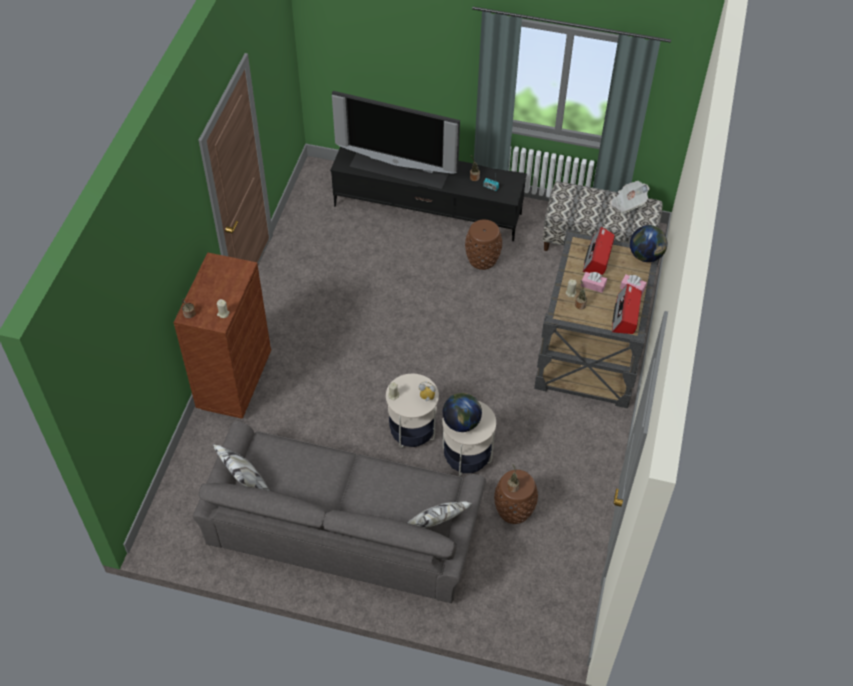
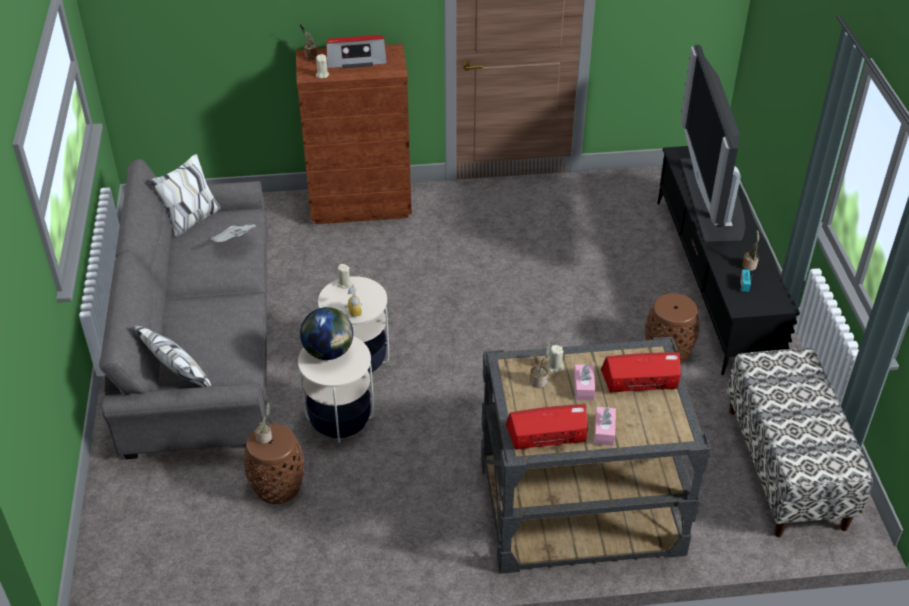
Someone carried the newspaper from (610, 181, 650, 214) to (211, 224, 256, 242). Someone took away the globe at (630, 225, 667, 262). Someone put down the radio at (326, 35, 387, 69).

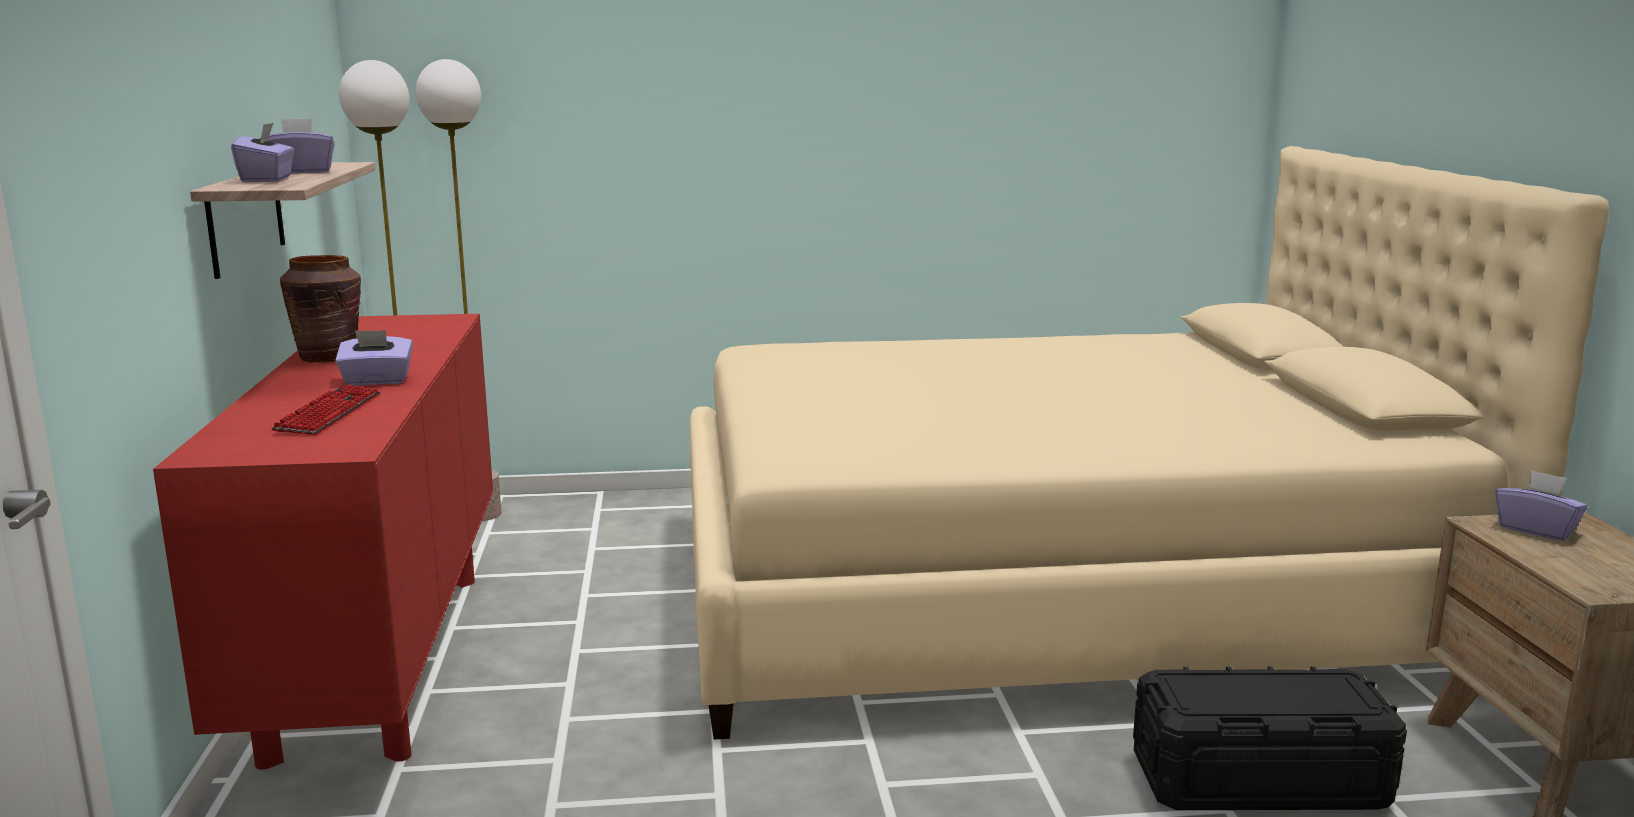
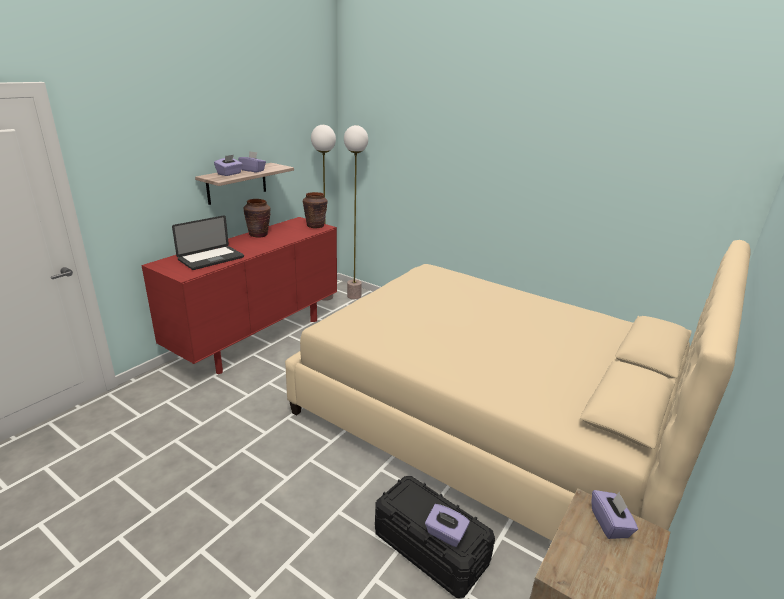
Someone swapped the keyboard at (271, 385, 381, 435) for the laptop at (172, 215, 244, 270). Someone carried the tissue box in purple from (335, 330, 413, 386) to (425, 504, 470, 547). Someone put down the vase in brown at (303, 192, 328, 228).

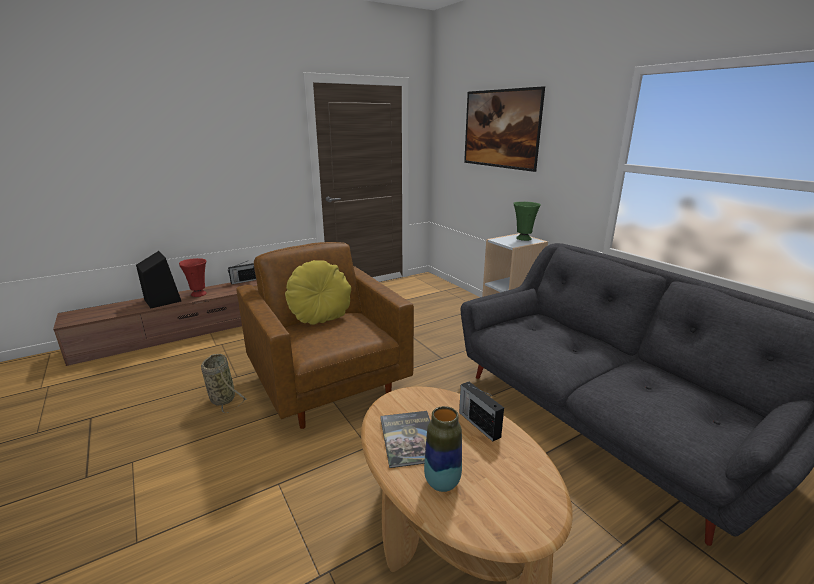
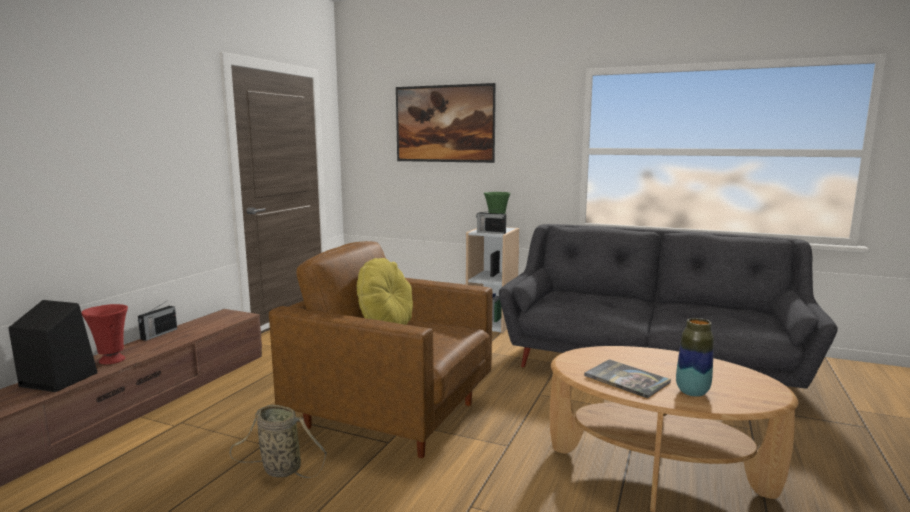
Someone carried the radio from (459, 382, 504, 441) to (476, 208, 506, 234).

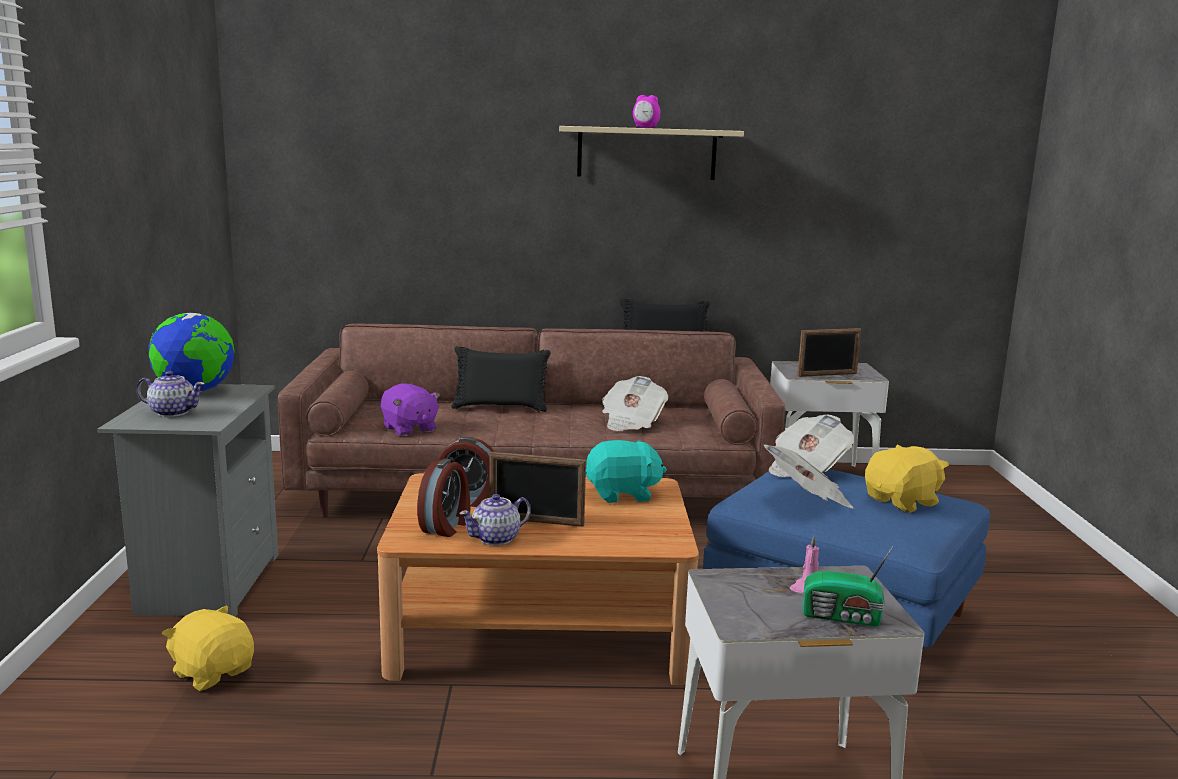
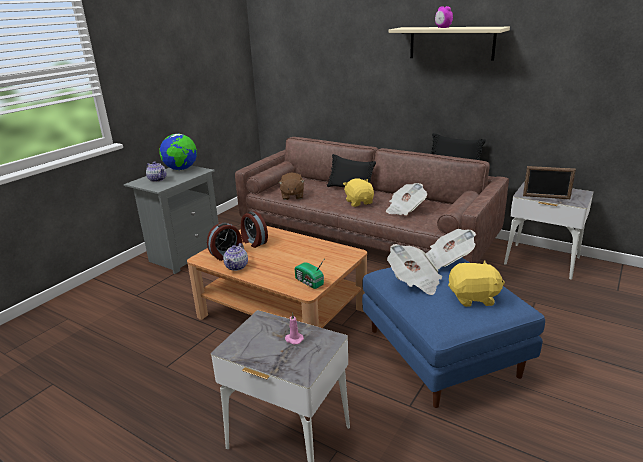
Someone carried the plush toy in yellow from (162, 605, 254, 691) to (343, 178, 374, 207). Someone repainted the plush toy in purple at (381, 383, 440, 436), which became the plush toy in brown at (278, 173, 305, 200). Someone rotated the teapot at (459, 494, 531, 546) by 75 degrees counterclockwise. Someone took away the picture frame at (489, 452, 586, 527). Someone took away the plush toy in turquoise at (586, 440, 667, 503). Someone carried the radio from (803, 547, 893, 626) to (295, 258, 325, 289).

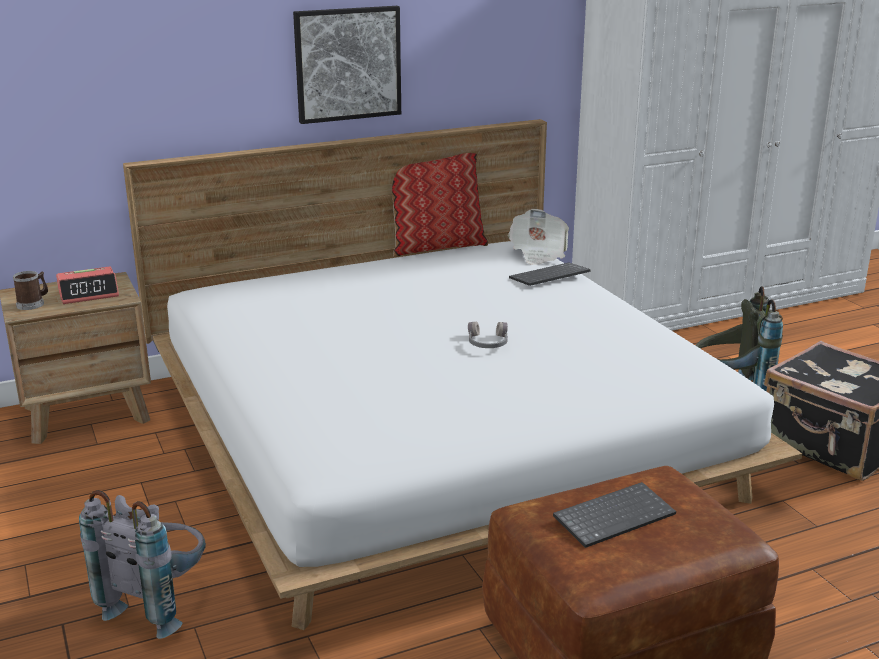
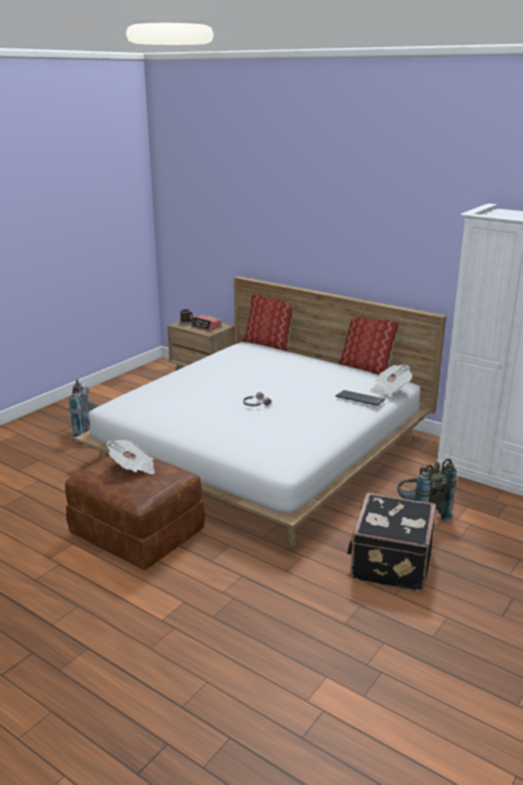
Someone took away the picture at (293, 6, 401, 124). Someone swapped the keyboard at (553, 482, 676, 548) for the newspaper at (107, 440, 155, 474). Someone put down the pillow at (243, 294, 292, 352).

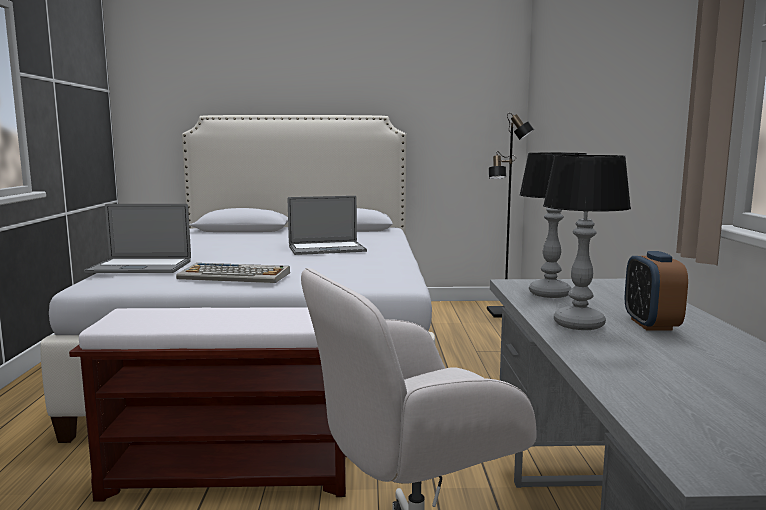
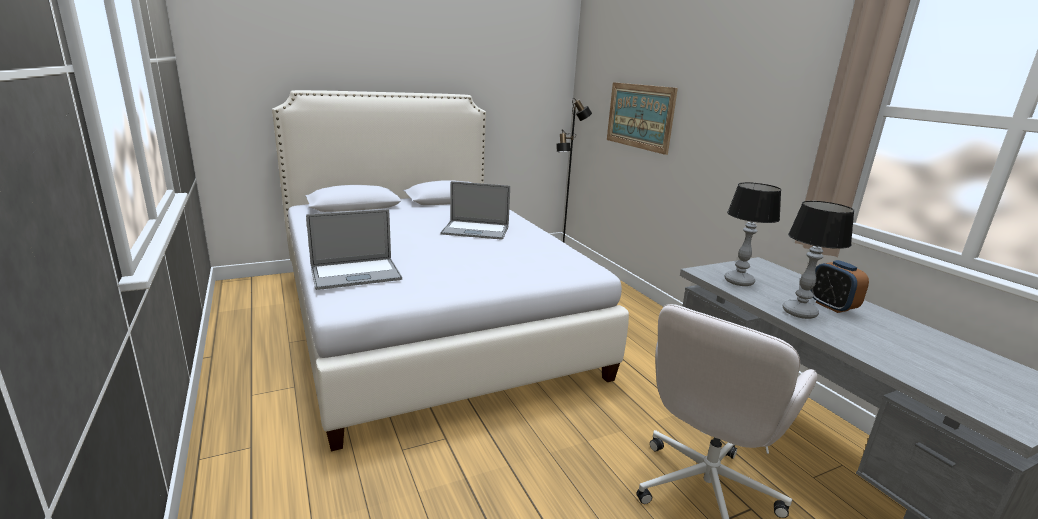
Someone took away the bench in brown at (69, 307, 346, 502). Someone took away the keyboard at (176, 263, 290, 283). Someone rotated the laptop at (288, 196, 367, 255) by 45 degrees clockwise. Someone put up the picture at (607, 82, 678, 155).

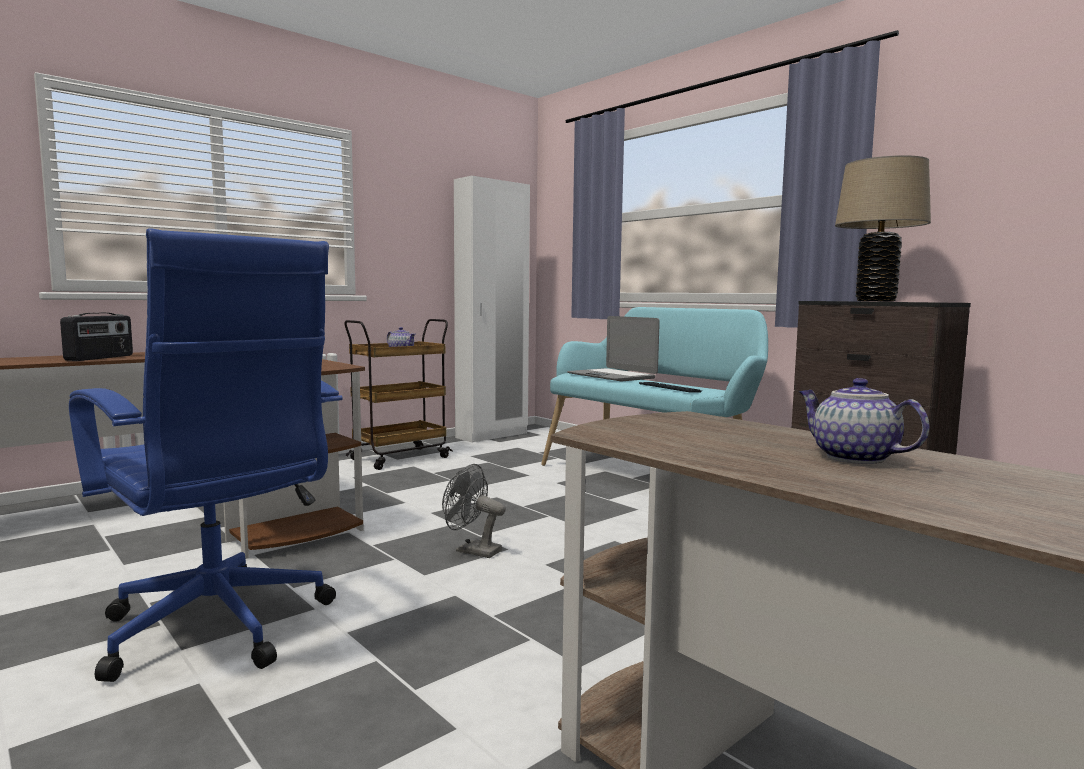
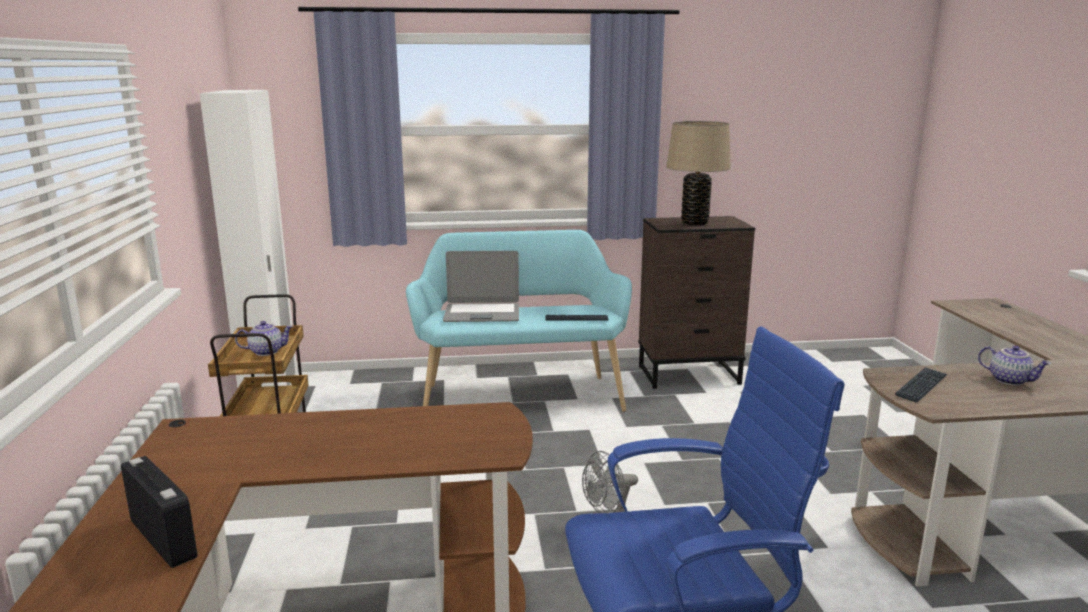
Someone rotated the teapot at (798, 378, 930, 464) by 135 degrees counterclockwise. Someone put down the keyboard at (895, 367, 947, 402).

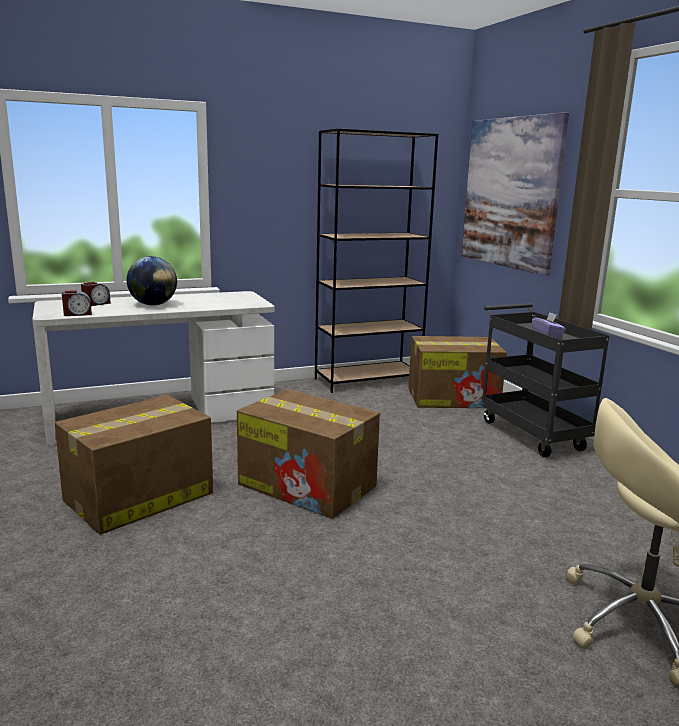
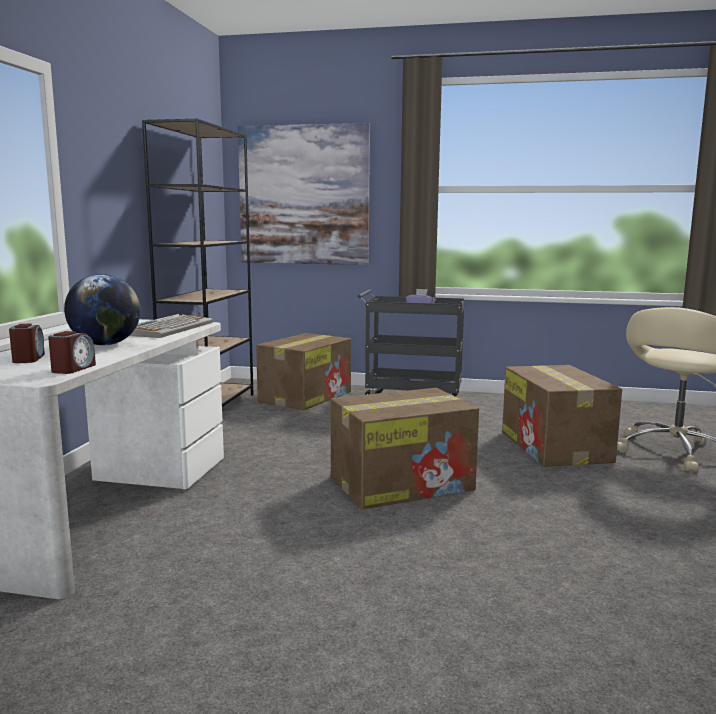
Someone carried the cardboard box from (55, 395, 213, 535) to (502, 365, 622, 467). Someone put down the keyboard at (129, 314, 213, 338).

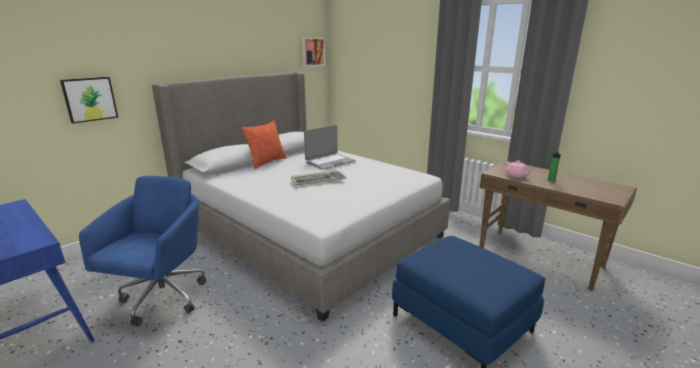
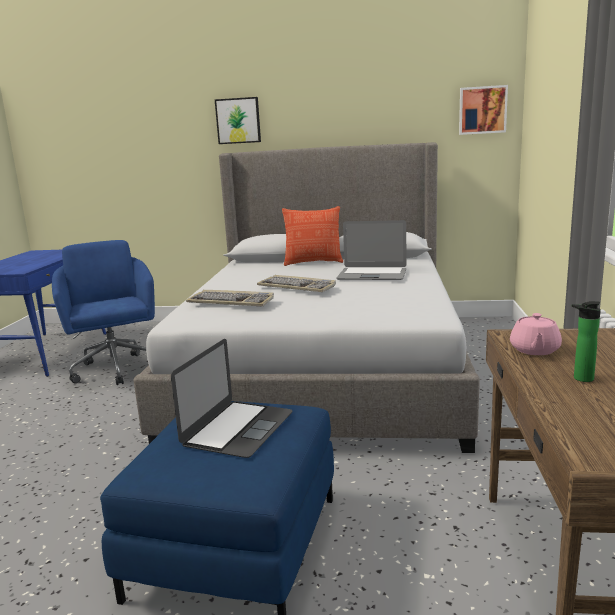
Someone carried the picture from (60, 77, 118, 124) to (215, 97, 261, 144). Someone rotated the office chair in blue at (79, 176, 206, 326) by 90 degrees counterclockwise. Someone put down the laptop at (171, 339, 292, 458). Someone put down the keyboard at (186, 290, 274, 306).

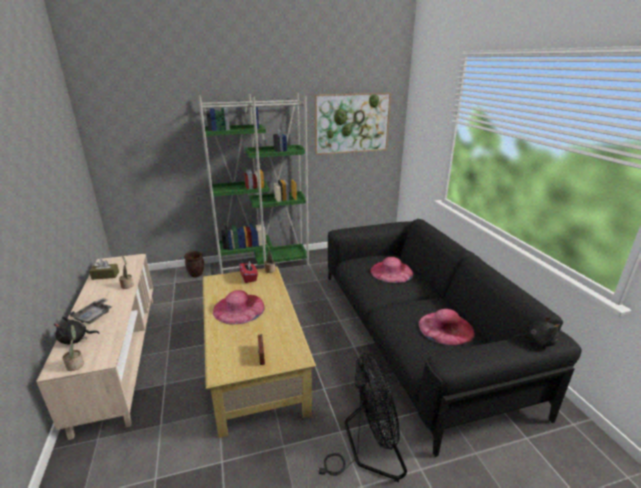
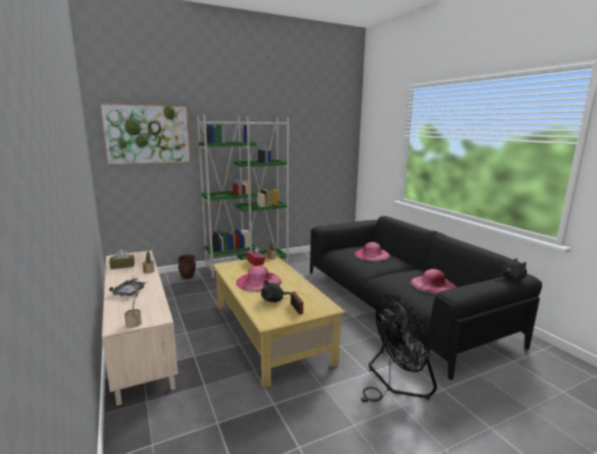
Someone carried the plush toy in black from (54, 317, 100, 344) to (261, 280, 291, 302). Someone carried the picture from (315, 93, 391, 155) to (100, 103, 191, 165).

